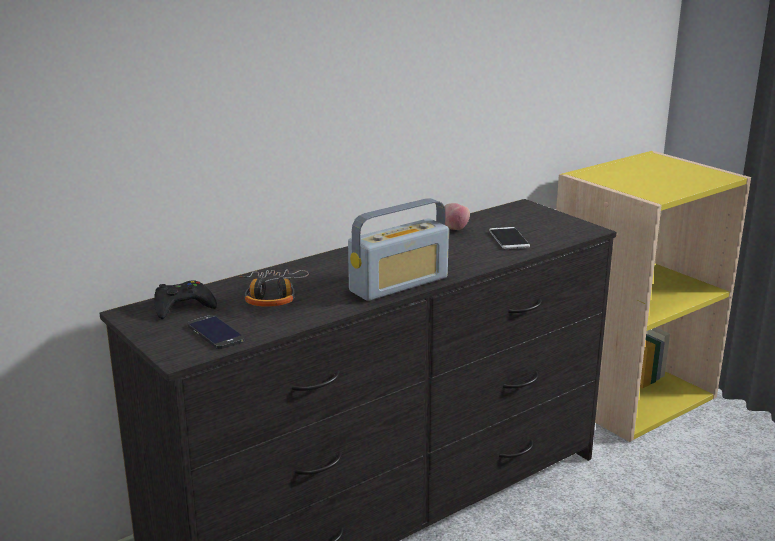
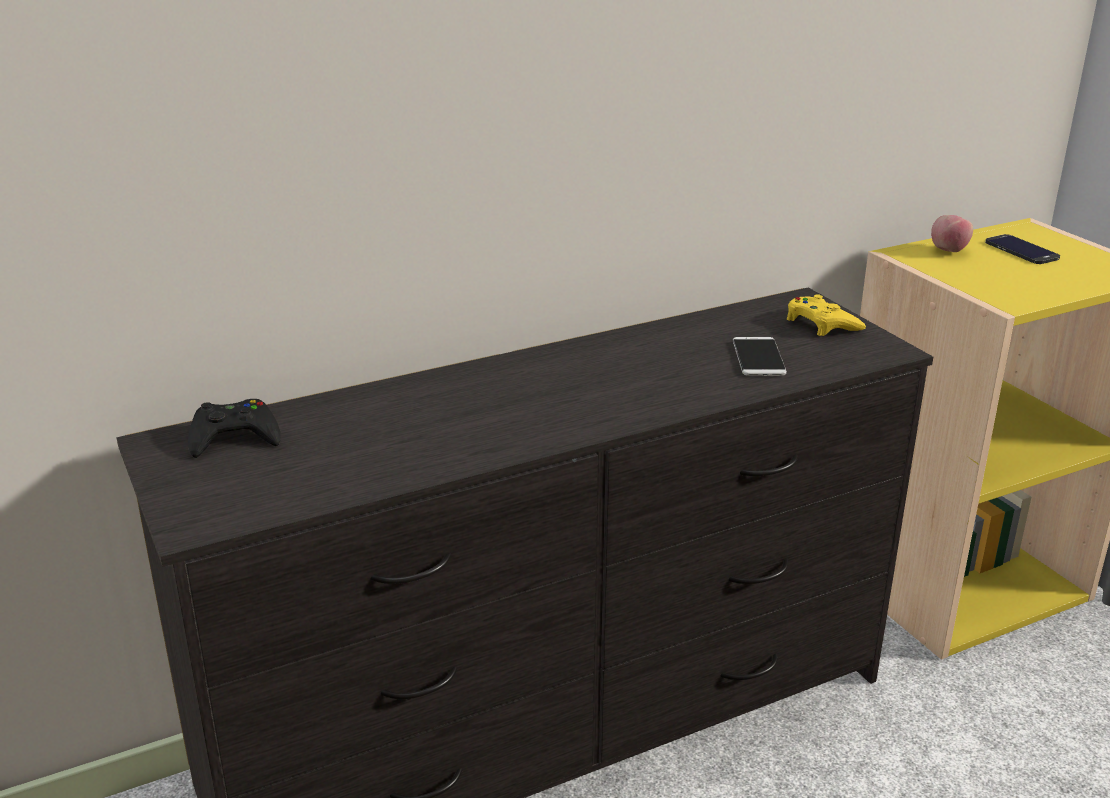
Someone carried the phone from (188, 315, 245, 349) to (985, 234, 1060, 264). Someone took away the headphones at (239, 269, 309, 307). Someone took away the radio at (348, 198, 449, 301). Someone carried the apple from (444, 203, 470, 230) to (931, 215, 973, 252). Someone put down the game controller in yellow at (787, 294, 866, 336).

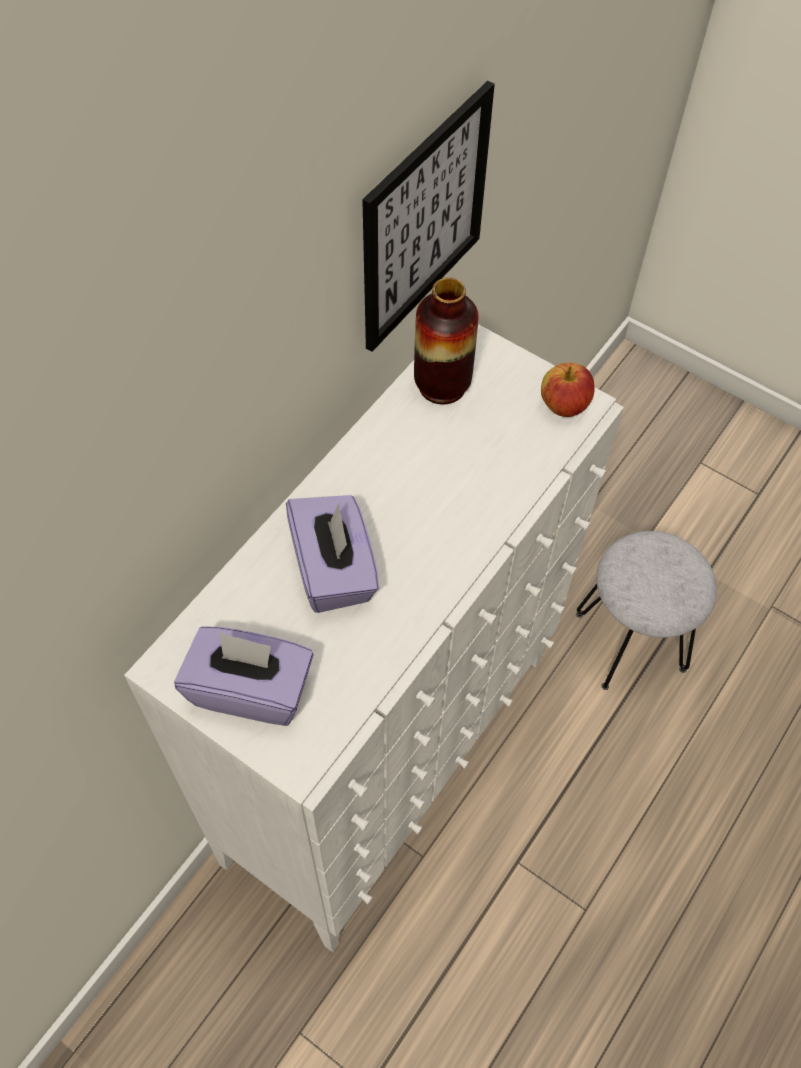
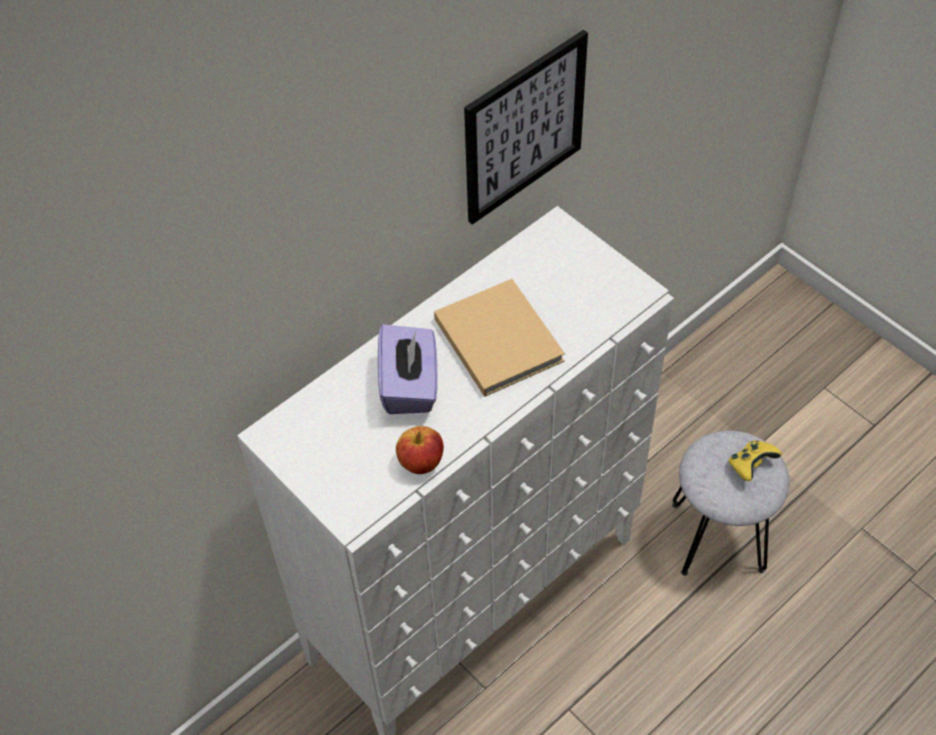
Someone took away the tissue box in purple at (174, 626, 313, 726). Someone took away the vase at (414, 277, 479, 405). Someone carried the apple from (541, 362, 594, 417) to (396, 426, 444, 474). Someone put down the book in beige at (434, 279, 565, 397). Someone put down the game controller in yellow at (729, 440, 782, 481).

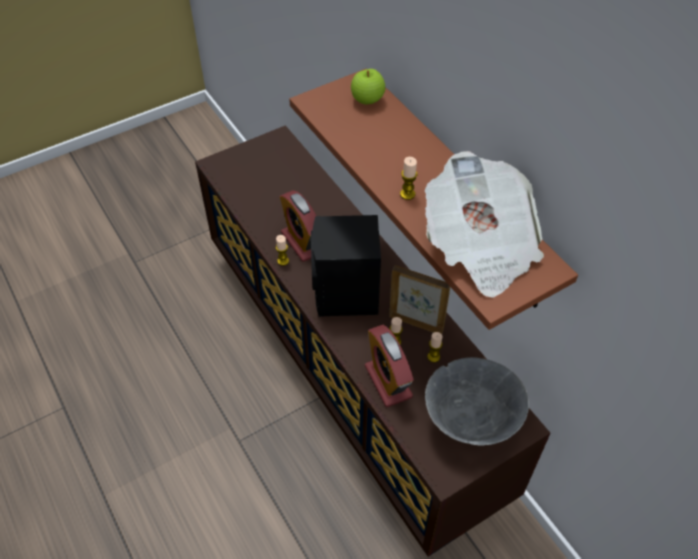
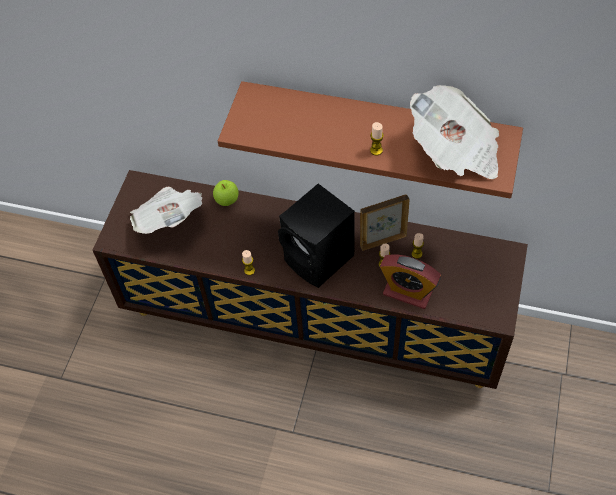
Someone took away the alarm clock at (280, 190, 316, 262). Someone carried the apple from (351, 69, 385, 104) to (213, 180, 239, 206). Someone took away the bowl in grey at (425, 357, 529, 445). Someone put down the newspaper at (130, 187, 203, 234).

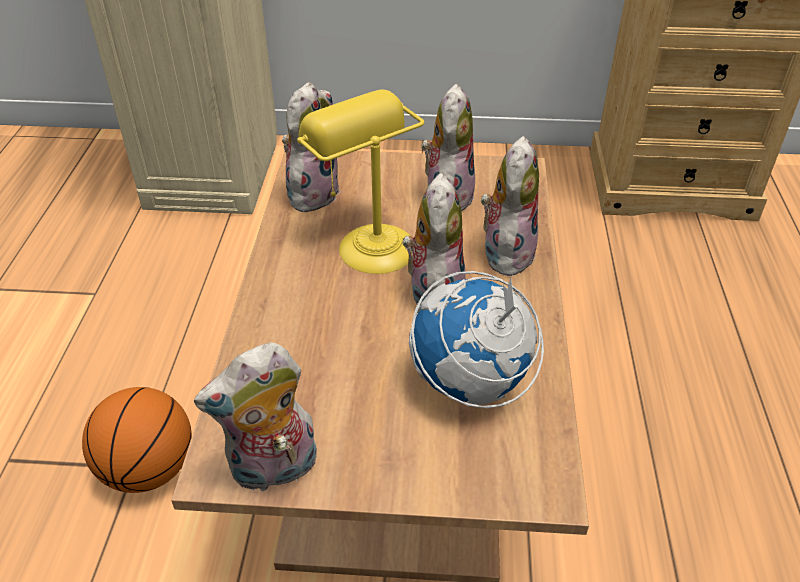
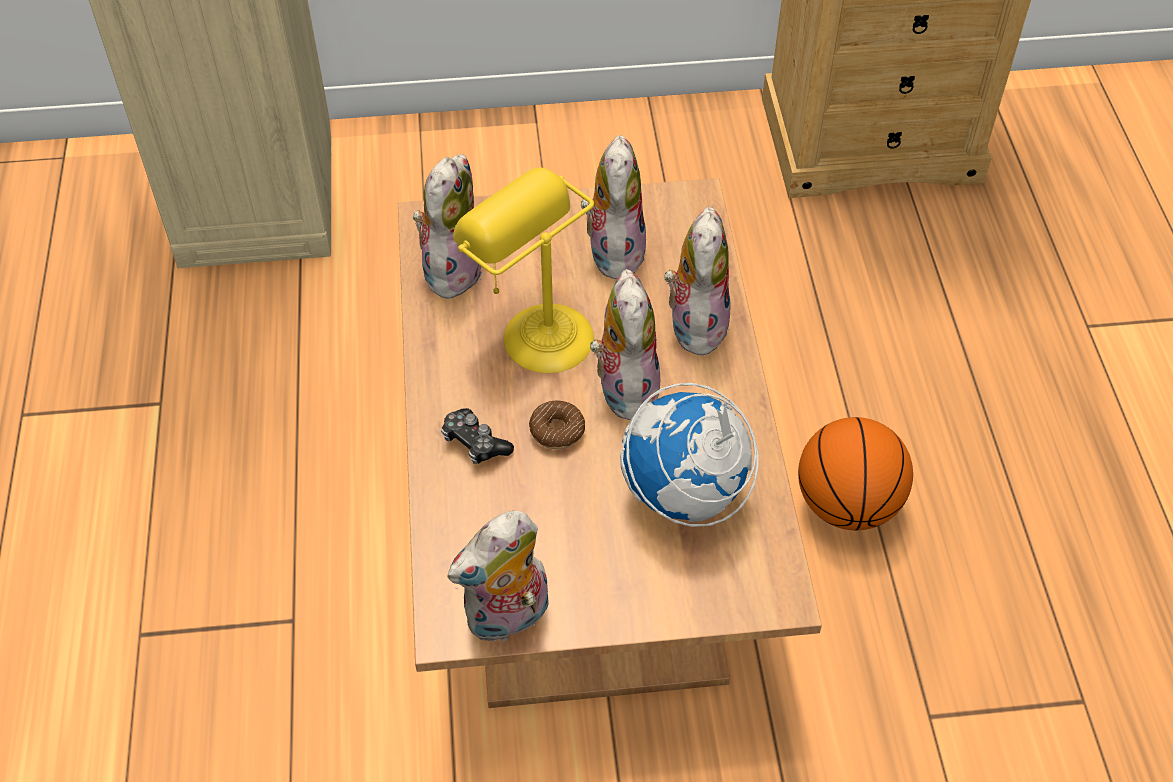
Someone carried the basketball from (82, 387, 192, 493) to (798, 417, 913, 530). Someone put down the game controller at (441, 408, 514, 464). Someone put down the donut at (529, 401, 585, 449).

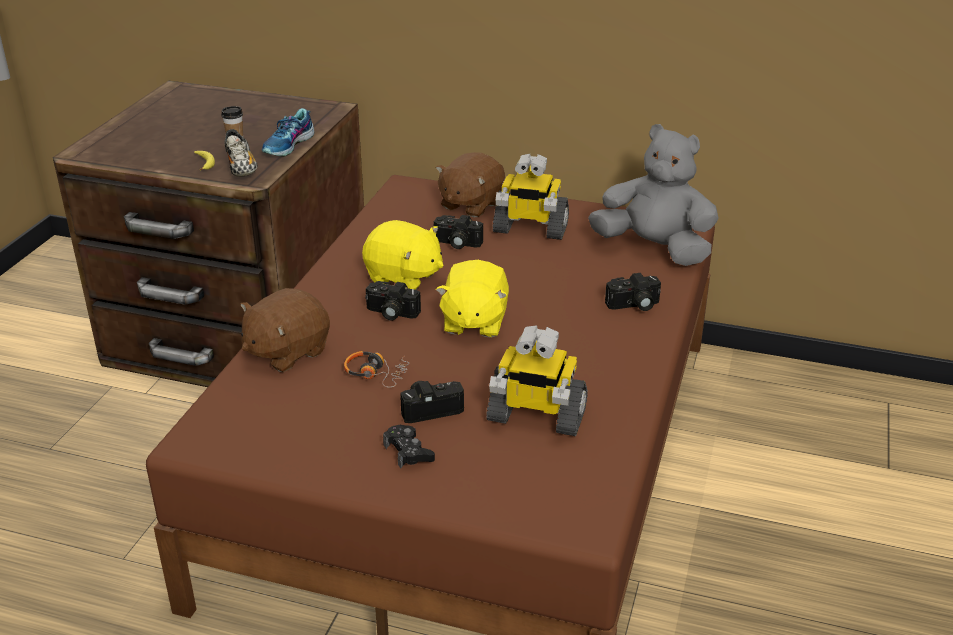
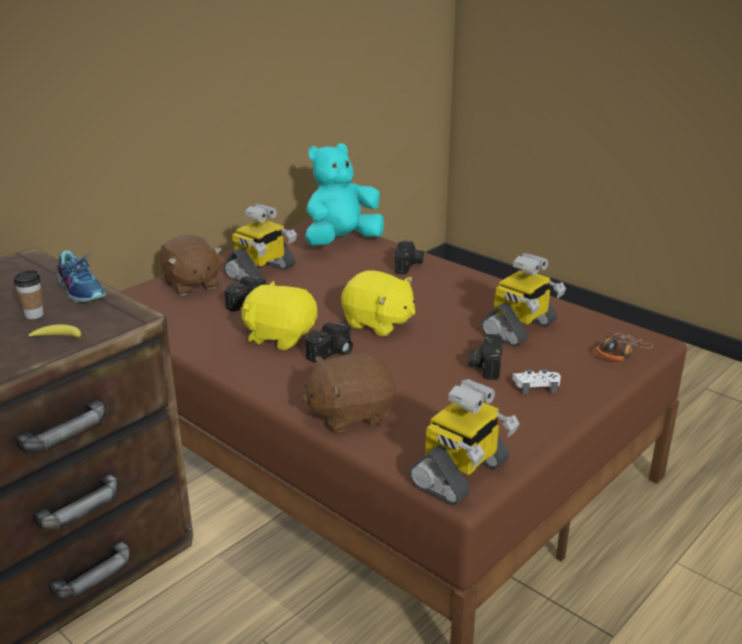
Someone took away the shoe at (224, 129, 258, 177). Someone rotated the plush toy in brown at (240, 288, 330, 372) by 90 degrees clockwise. Someone carried the headphones from (344, 351, 409, 387) to (596, 332, 653, 361). Someone rotated the plush toy in yellow at (362, 220, 443, 290) by 120 degrees counterclockwise. Someone repainted the game controller in black at (383, 425, 435, 468), which became the game controller in white at (512, 369, 561, 394). Someone repainted the plush toy in grey at (588, 124, 719, 266), which became the plush toy in turquoise at (305, 143, 384, 246). Someone put down the toy robot at (409, 379, 520, 505).

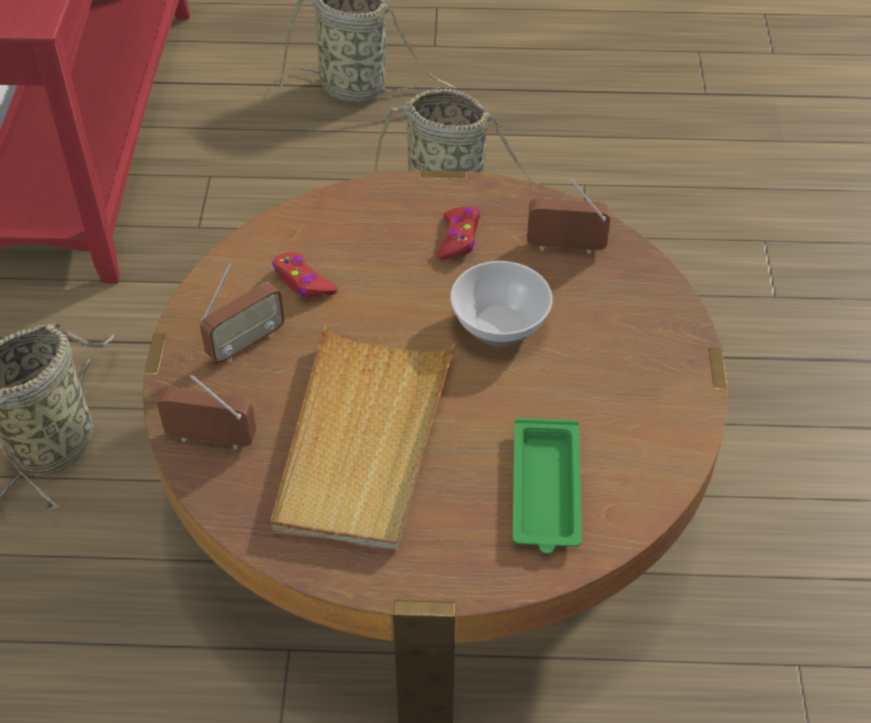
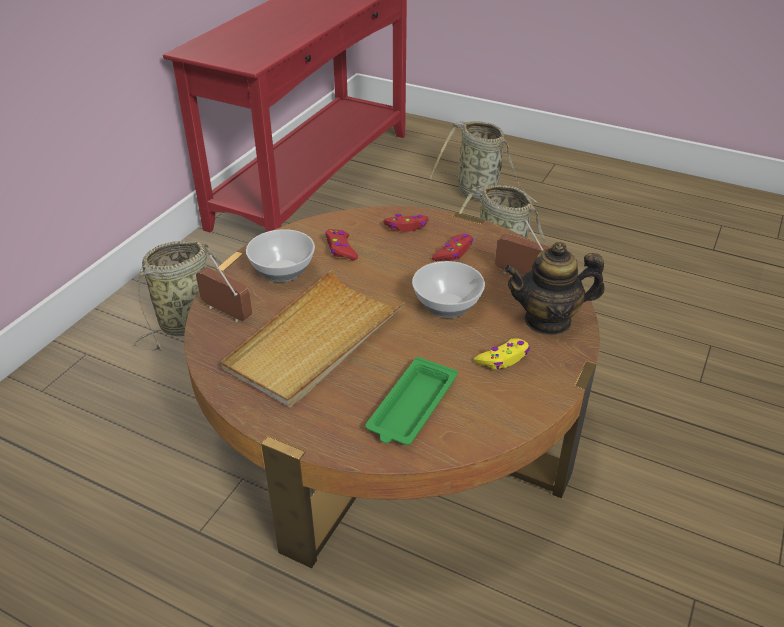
Someone swapped the radio at (200, 264, 285, 363) for the bowl at (246, 229, 315, 282). Someone put down the game controller in red at (383, 214, 428, 232). Someone put down the game controller in yellow at (474, 338, 530, 369). Someone put down the teapot at (504, 242, 605, 335).

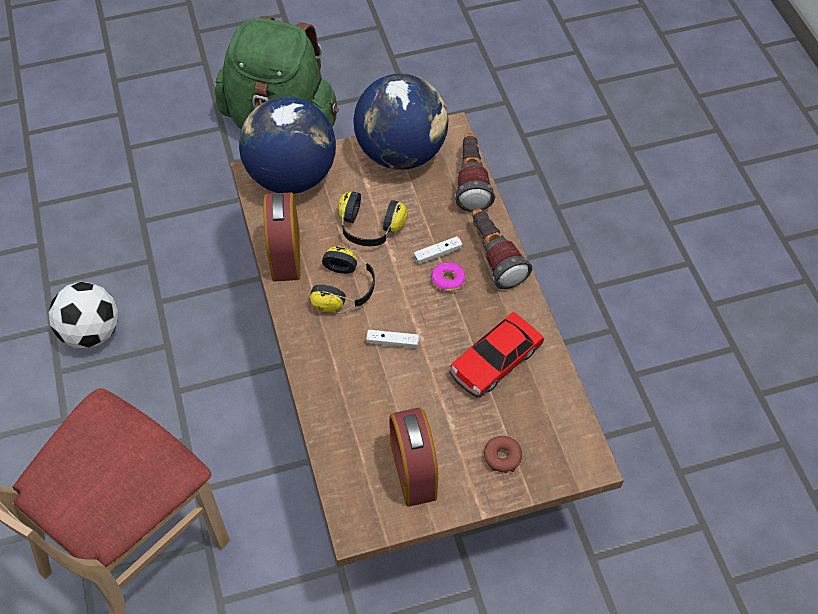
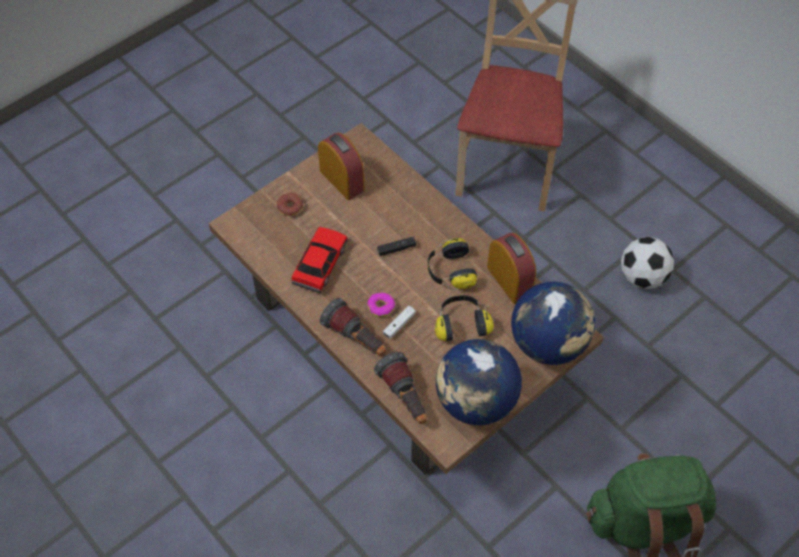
Someone repainted the game controller in white at (366, 330, 419, 348), which became the game controller in black at (377, 237, 416, 256).

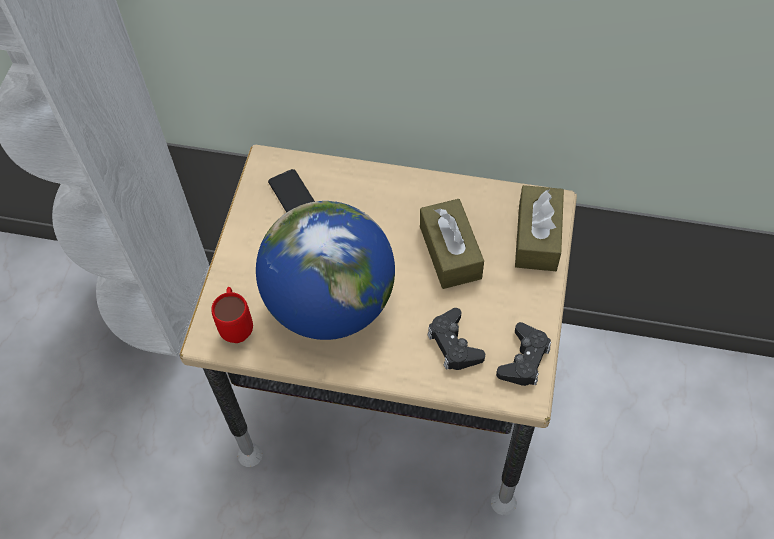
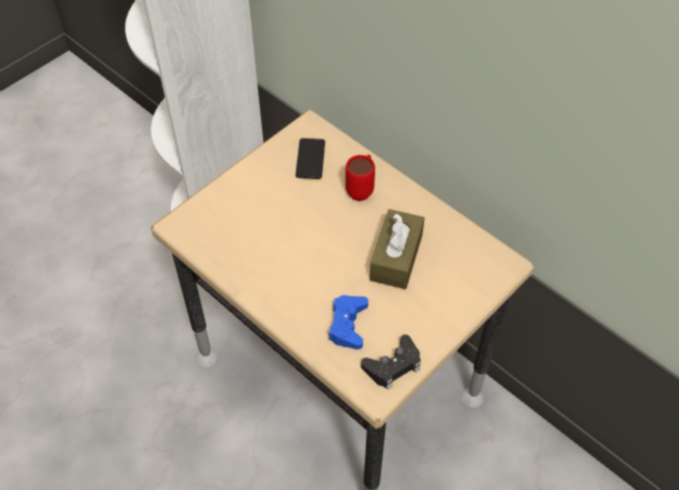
Someone carried the mug in red from (211, 287, 253, 343) to (345, 155, 375, 201). Someone took away the globe at (256, 201, 395, 340). Someone repainted the game controller in black at (427, 308, 485, 370), which became the game controller in blue at (328, 295, 368, 349). Someone took away the tissue box in brown at (515, 185, 564, 271).

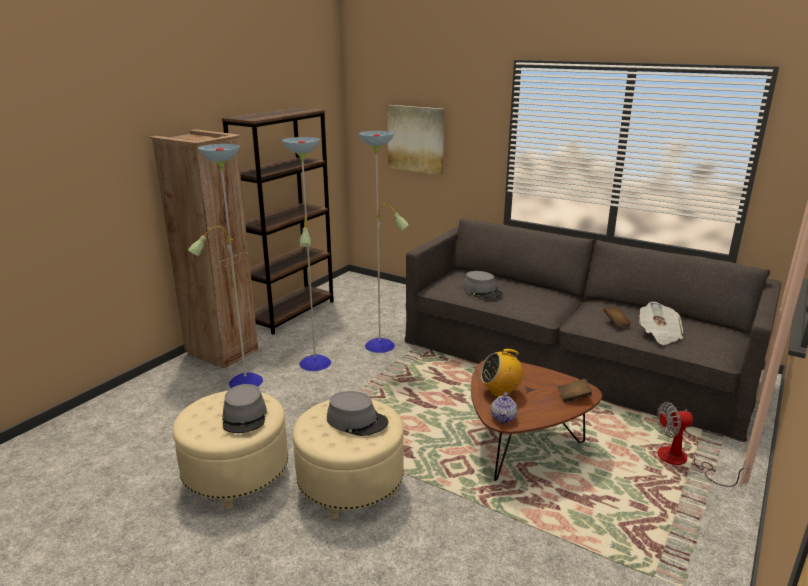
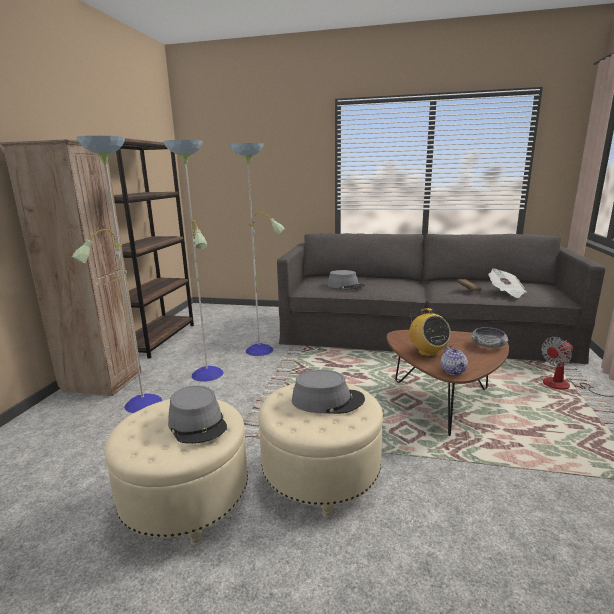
Someone took away the picture at (387, 105, 444, 175). Someone rotated the radio at (480, 349, 523, 397) by 75 degrees counterclockwise. Someone swapped the book in brown at (558, 379, 592, 402) for the bowl at (471, 327, 508, 348).

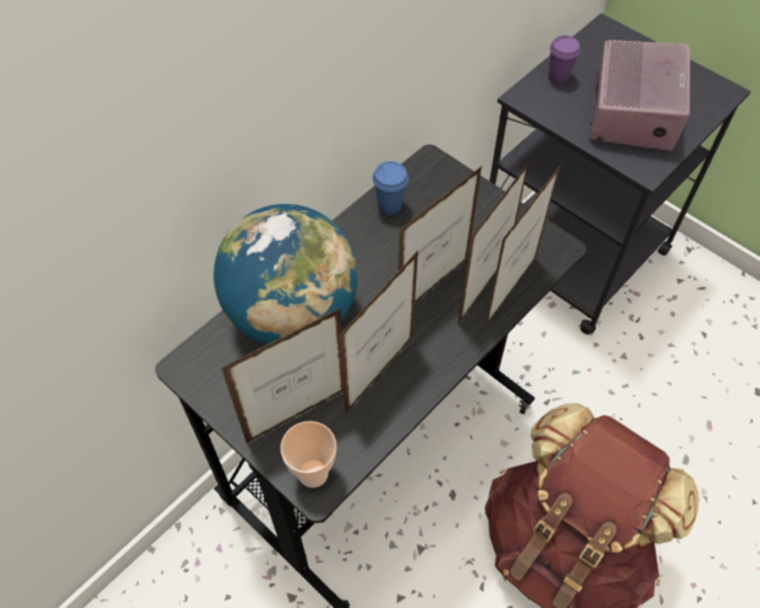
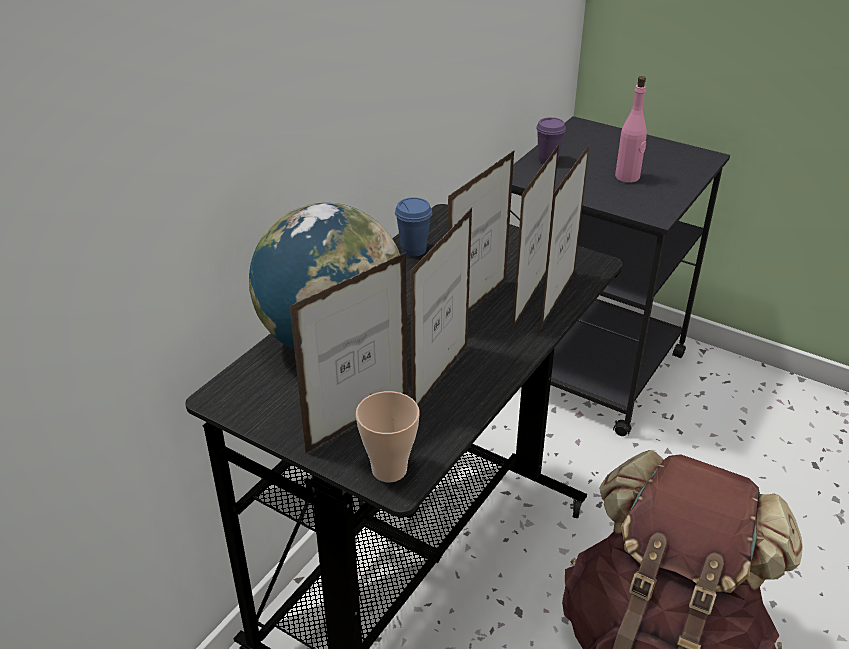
Someone swapped the radio at (590, 40, 690, 151) for the bottle in pink at (615, 76, 647, 183).

